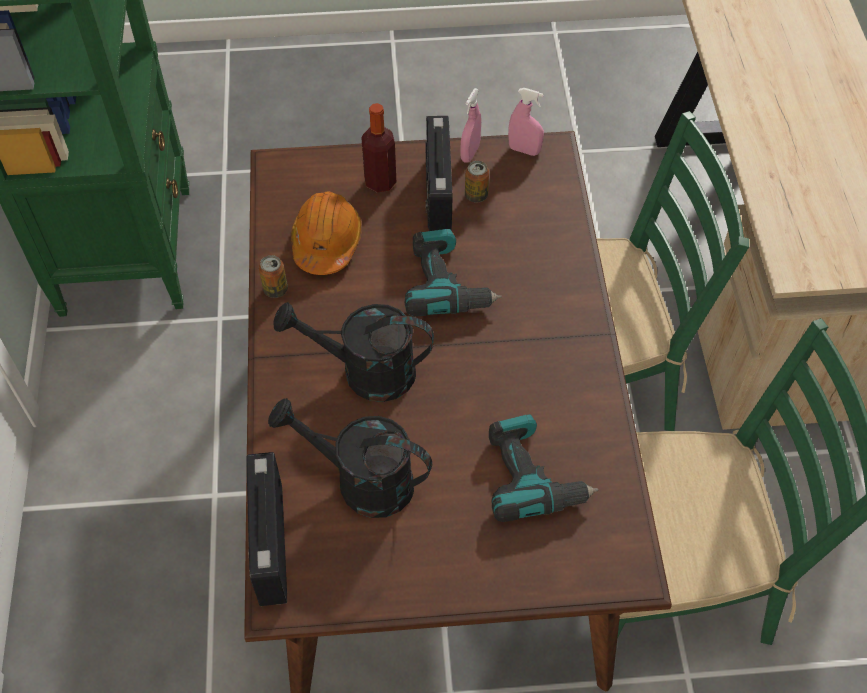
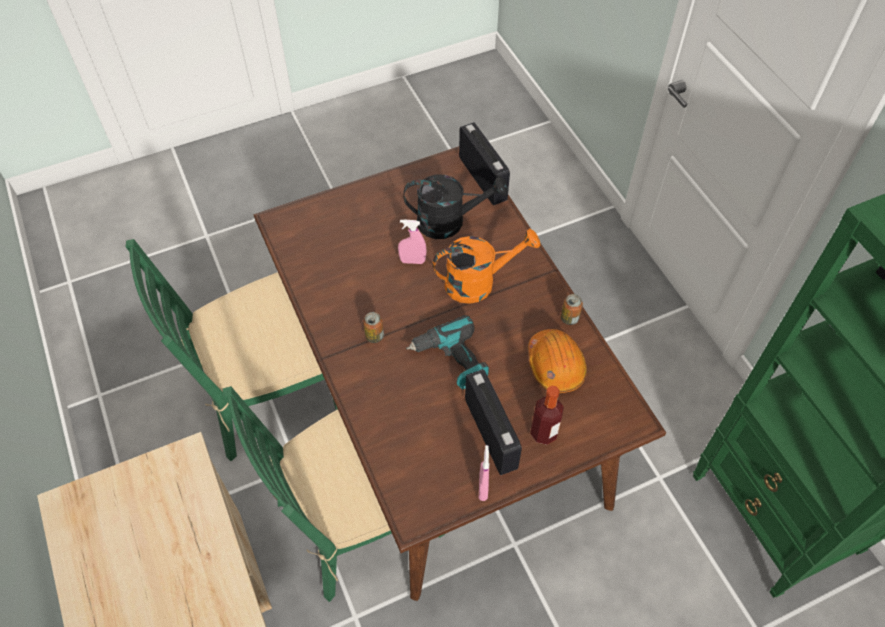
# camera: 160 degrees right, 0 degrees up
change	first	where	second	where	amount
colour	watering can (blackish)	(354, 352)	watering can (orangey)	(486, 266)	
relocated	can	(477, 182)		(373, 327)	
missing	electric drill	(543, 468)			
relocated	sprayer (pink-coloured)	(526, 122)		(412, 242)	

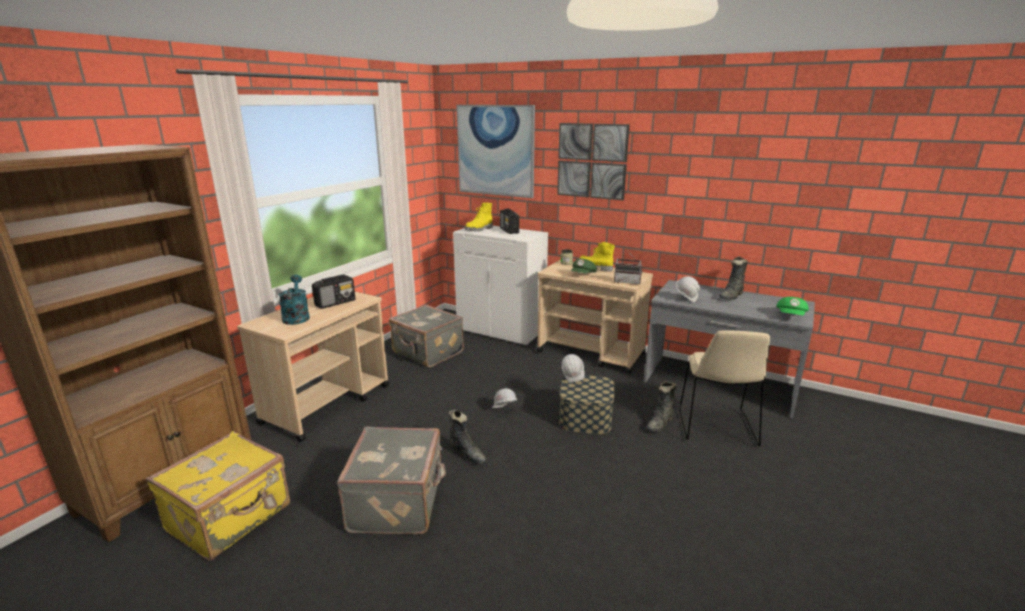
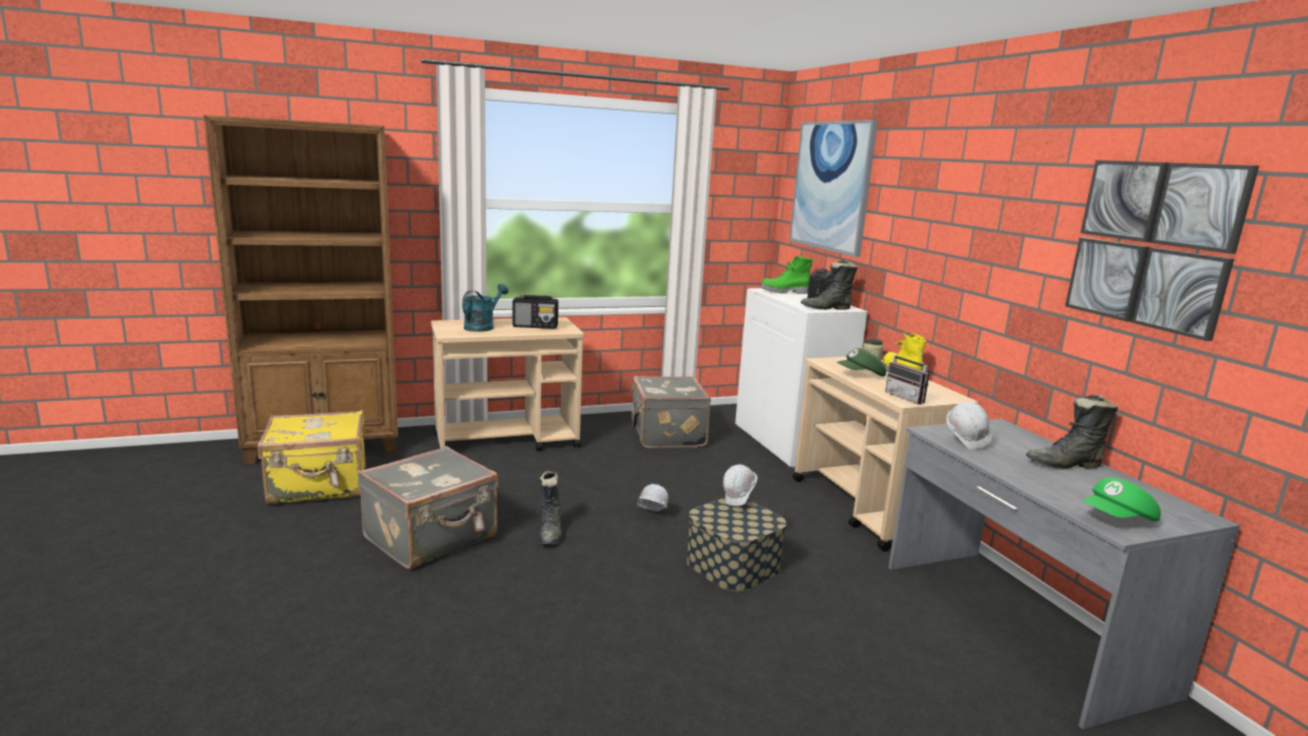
# camera: 40 degrees right, 5 degrees down
change	first	where	second	where	amount
colour	high-top boot (yellow)	(479, 216)	high-top boot (green-coloured)	(786, 275)	
relocated	picture	(593, 161)		(1162, 250)	
relocated	high-top boot (blackish)	(661, 406)		(829, 285)	
missing	upright chair (beige-coloured)	(724, 389)			

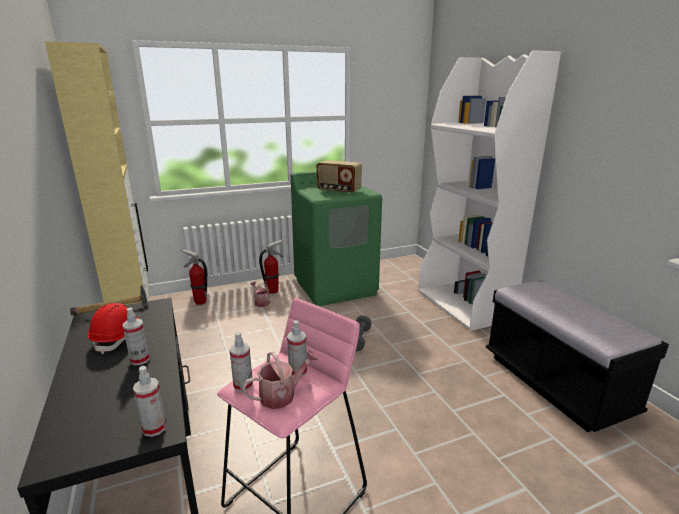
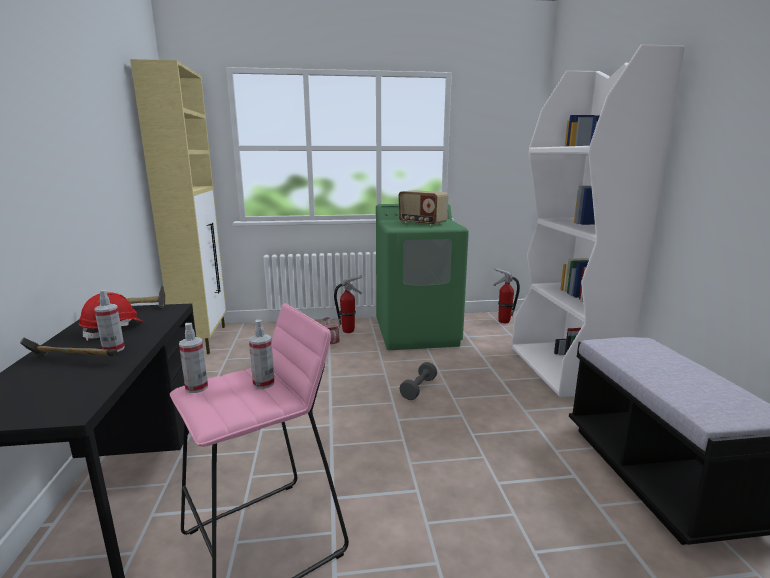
# camera: 15 degrees right, 5 degrees down
change	first	where	second	where	amount
missing	sprayer	(150, 401)			
relocated	extinguisher	(194, 277)		(507, 295)	
missing	watering can	(280, 379)			
appeared			tool hammer	(69, 347)	

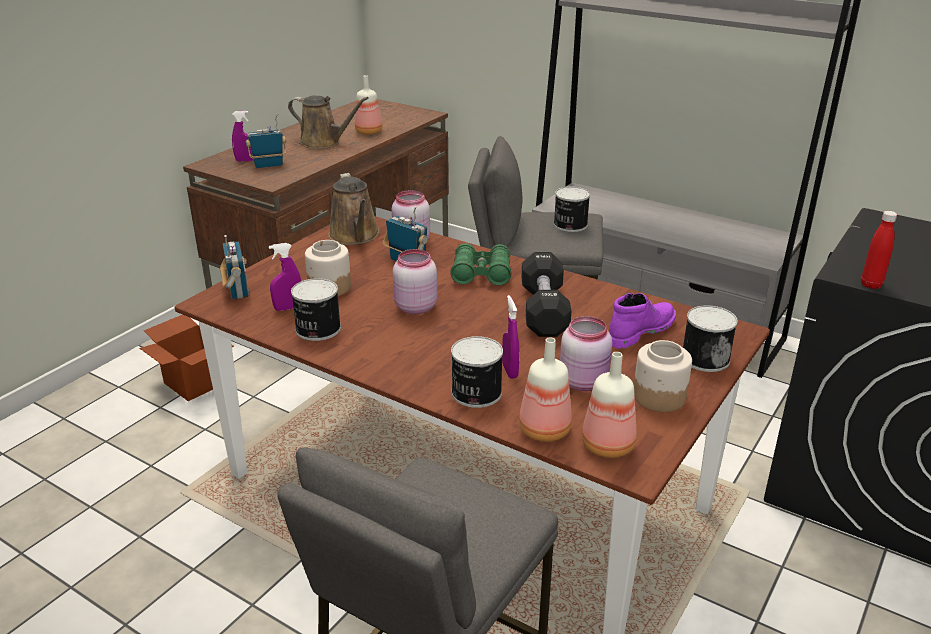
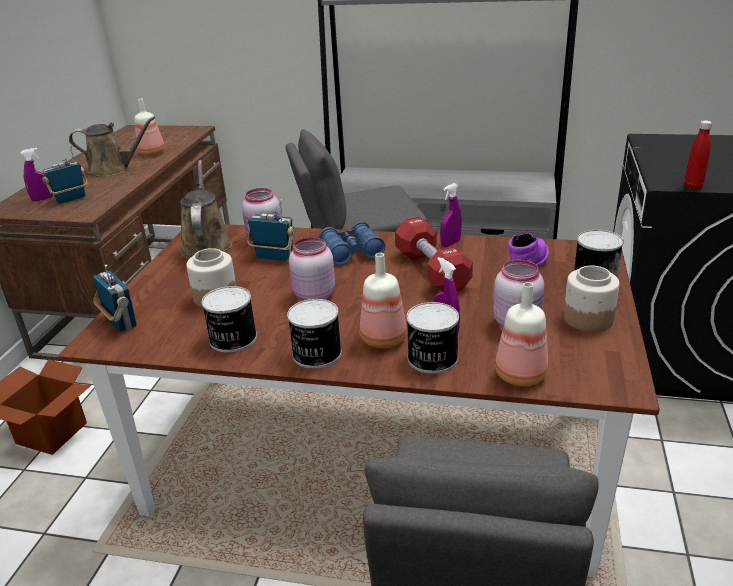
# camera: 20 degrees left, 0 degrees up
change	first	where	second	where	amount
relocated	sprayer (purple)	(285, 277)		(451, 215)	
spun	watering can (brown)	(354, 209)		(206, 209)	150 degrees counterclockwise
colour	binoculars (green-coloured)	(481, 264)	binoculars (bluish)	(352, 243)	
colour	dumbbell (blackish)	(547, 294)	dumbbell (reddish)	(434, 254)	
relocated	can	(572, 209)		(314, 334)	
relocated	bottle	(609, 405)		(383, 300)	

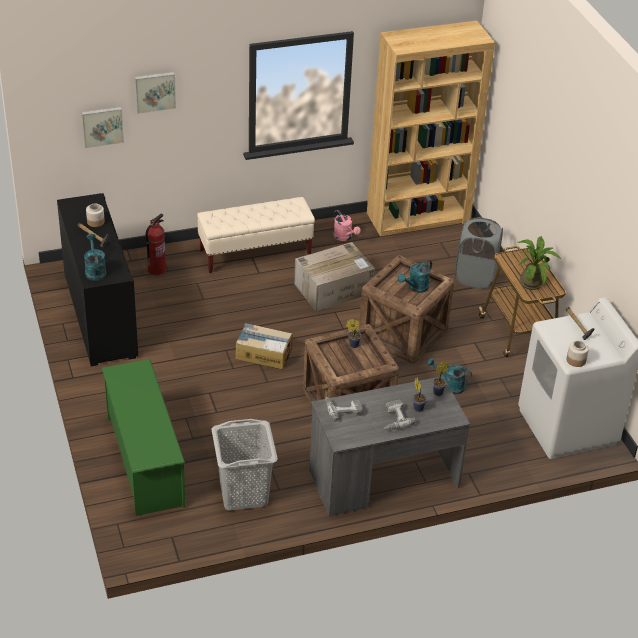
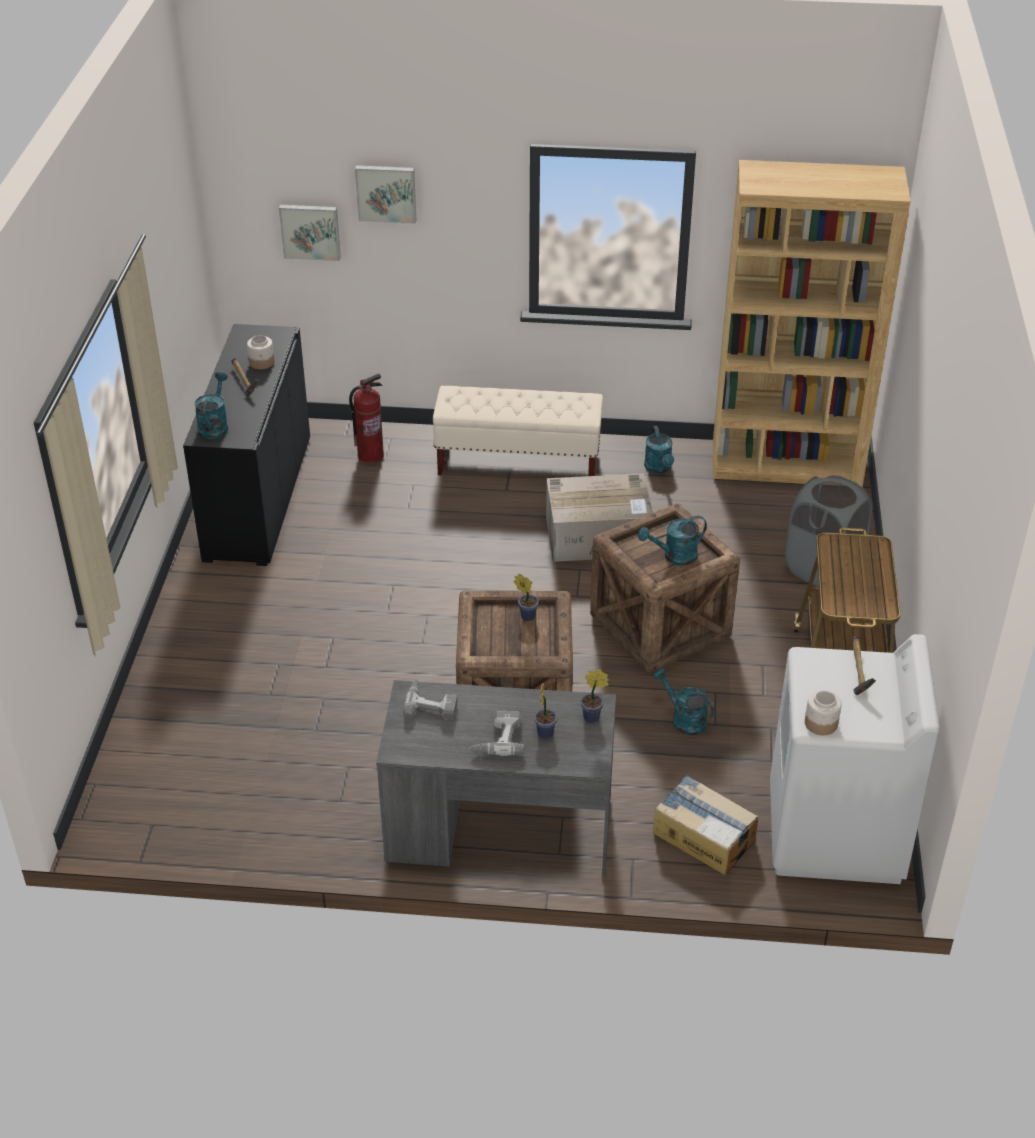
# camera: 25 degrees right, 0 degrees up
change	first	where	second	where	amount
missing	shoe shelf (green-coloured)	(143, 437)			
missing	laundry basket (gray)	(244, 465)			
relocated	cardboard box	(263, 346)		(705, 825)	
colour	watering can (pink-coloured)	(347, 225)	watering can (blue-green)	(659, 450)	
missing	plant in a pot	(539, 263)			

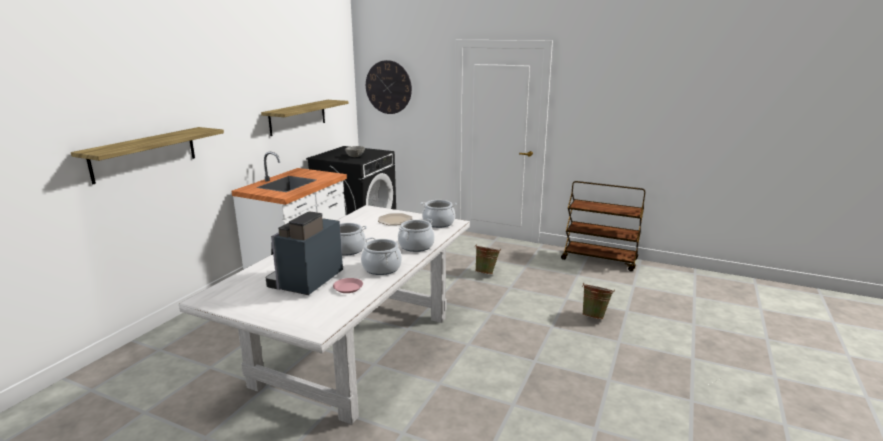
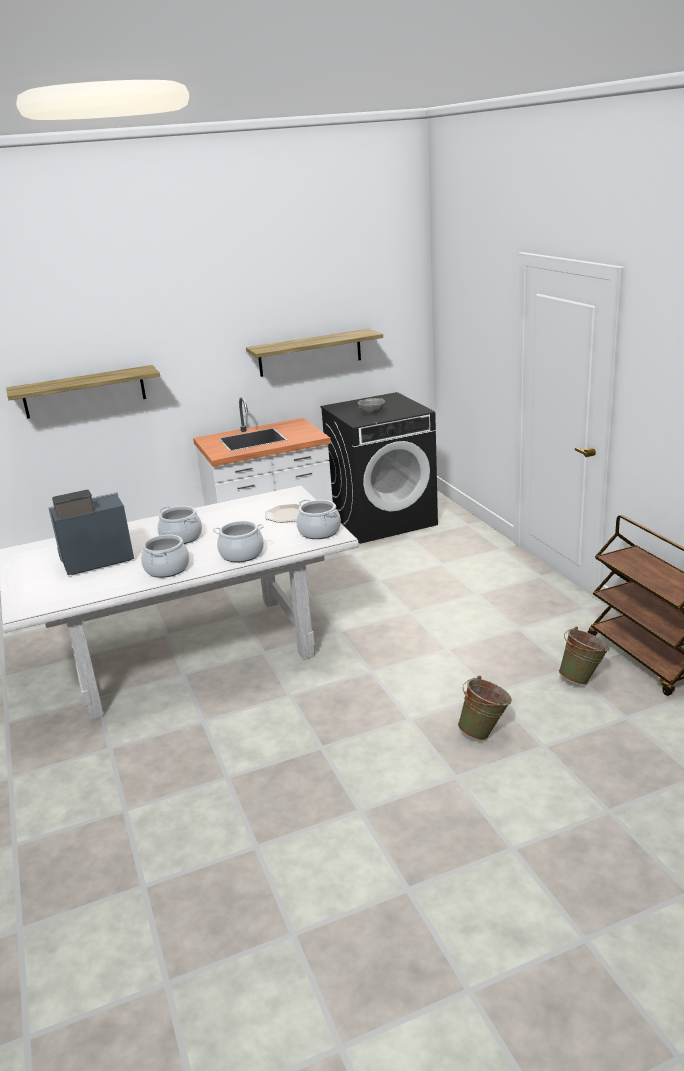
# camera: 45 degrees right, 5 degrees up
change	first	where	second	where	amount
missing	plate (pink-coloured)	(348, 285)			
missing	clock on the wall	(389, 87)			
relocated	pail (green-coloured)	(487, 259)		(584, 656)	

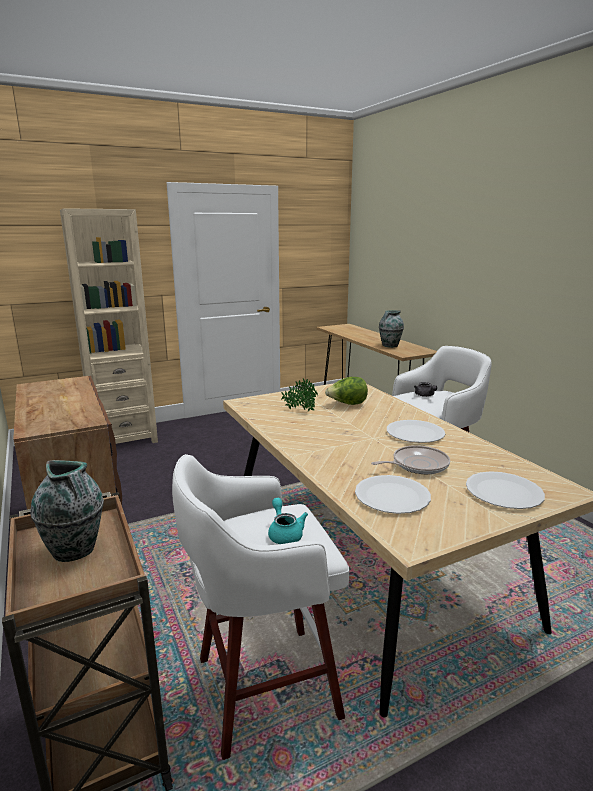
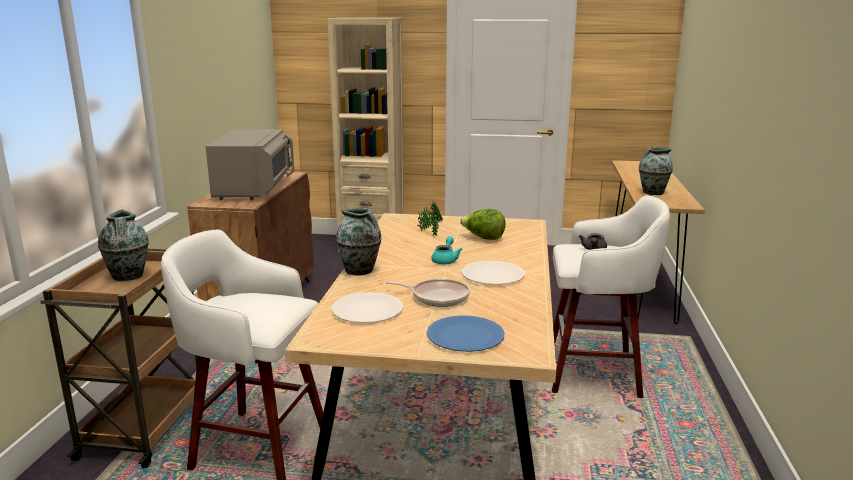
# camera: 35 degrees right, 0 degrees up
change	first	where	second	where	amount
relocated	teapot (blue-green)	(288, 521)		(447, 250)	
colour	plate (whitish)	(505, 490)	plate (bluish)	(465, 333)	
appeared			kitchen microwave (gray)	(250, 164)	
appeared			vase	(358, 241)	

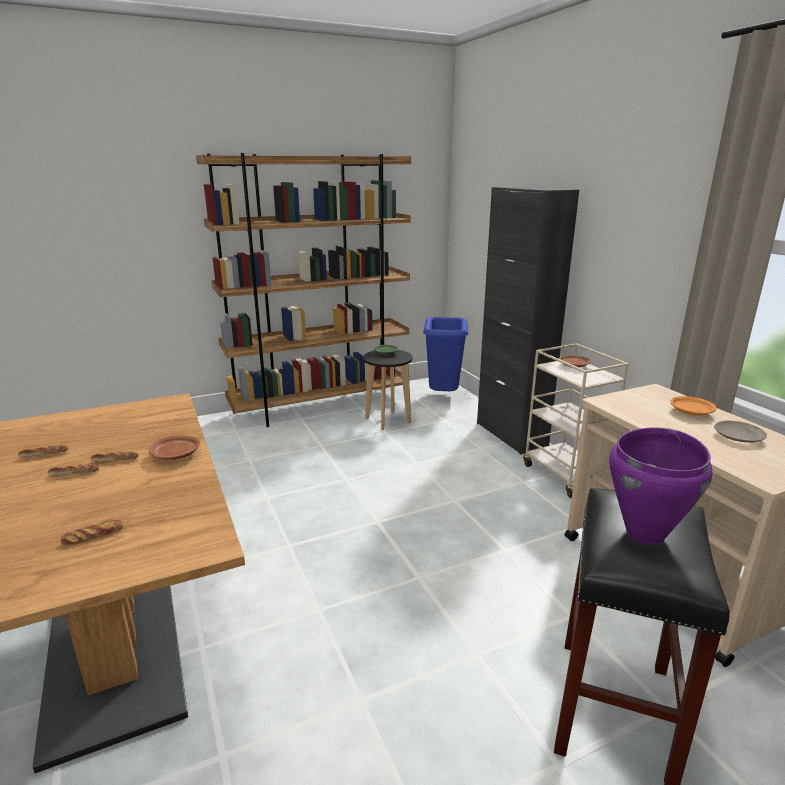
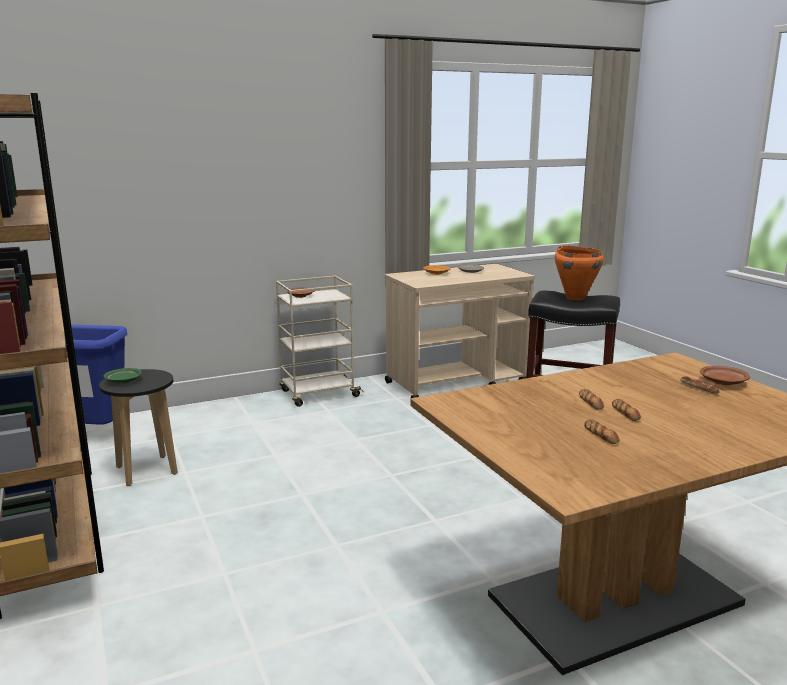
# camera: 90 degrees left, 5 degrees down
change	first	where	second	where	amount
relocated	plate (brown)	(174, 448)		(725, 375)	
missing	cabinet (blackish)	(528, 321)			
colour	stockpot (purple)	(661, 485)	stockpot (orangey)	(579, 273)	

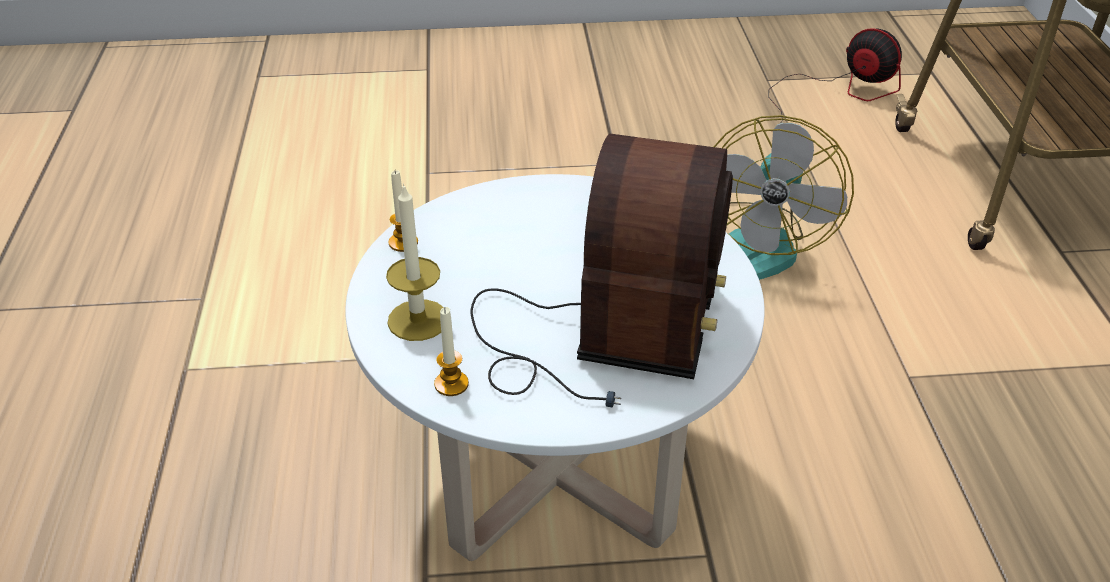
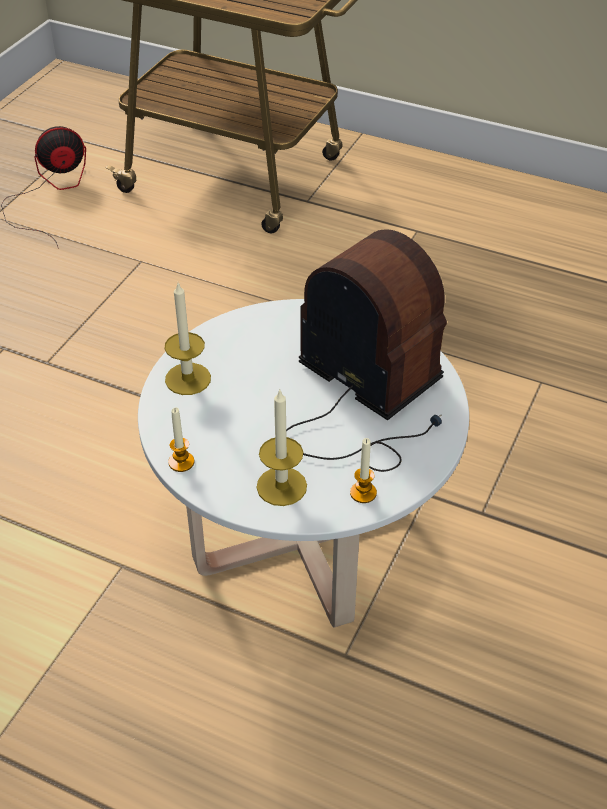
# camera: 60 degrees left, 5 degrees up
change	first	where	second	where	amount
missing	fan	(783, 197)			
appeared			wax light	(188, 339)	

